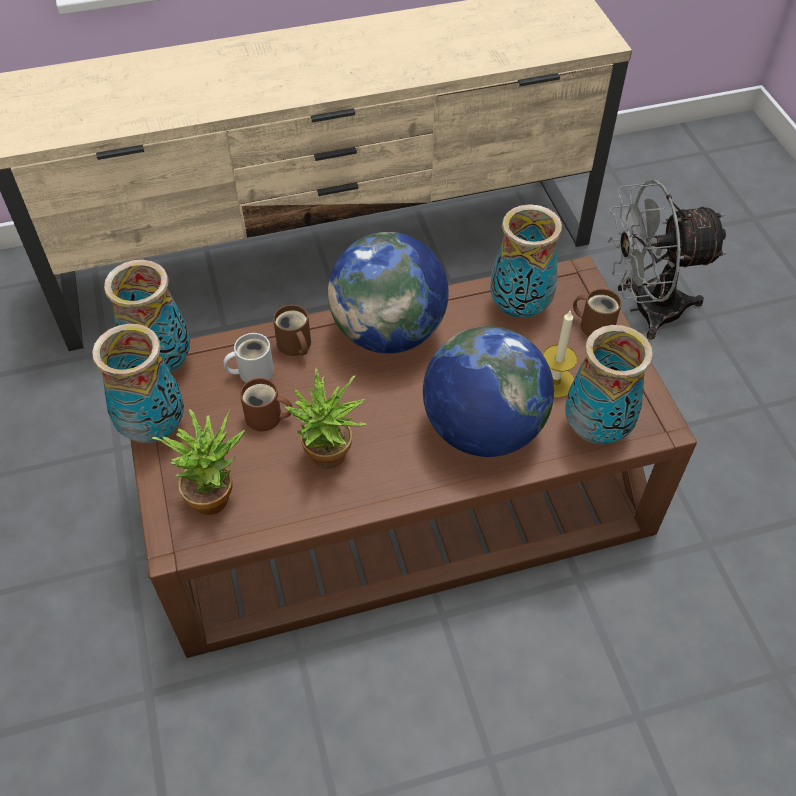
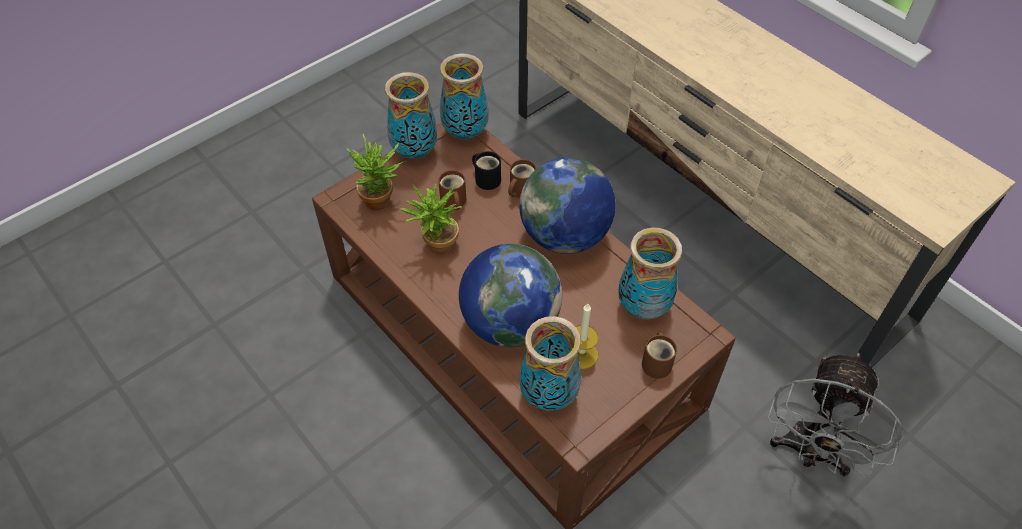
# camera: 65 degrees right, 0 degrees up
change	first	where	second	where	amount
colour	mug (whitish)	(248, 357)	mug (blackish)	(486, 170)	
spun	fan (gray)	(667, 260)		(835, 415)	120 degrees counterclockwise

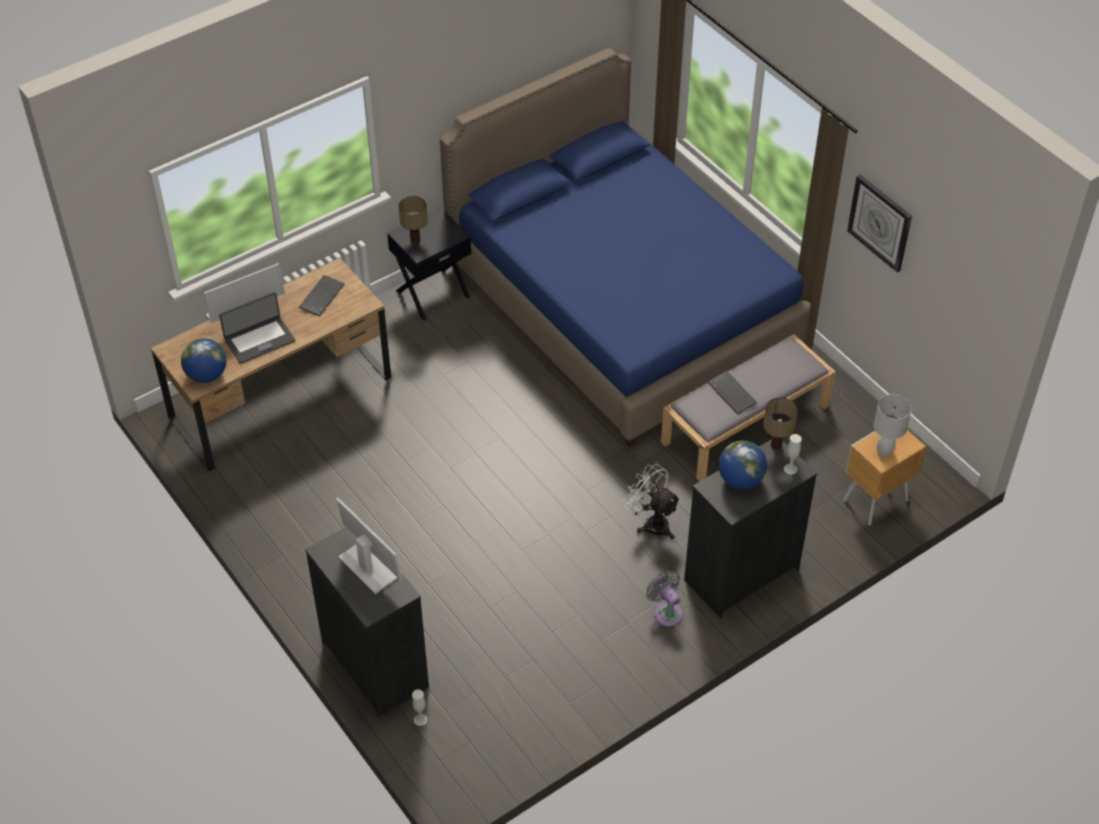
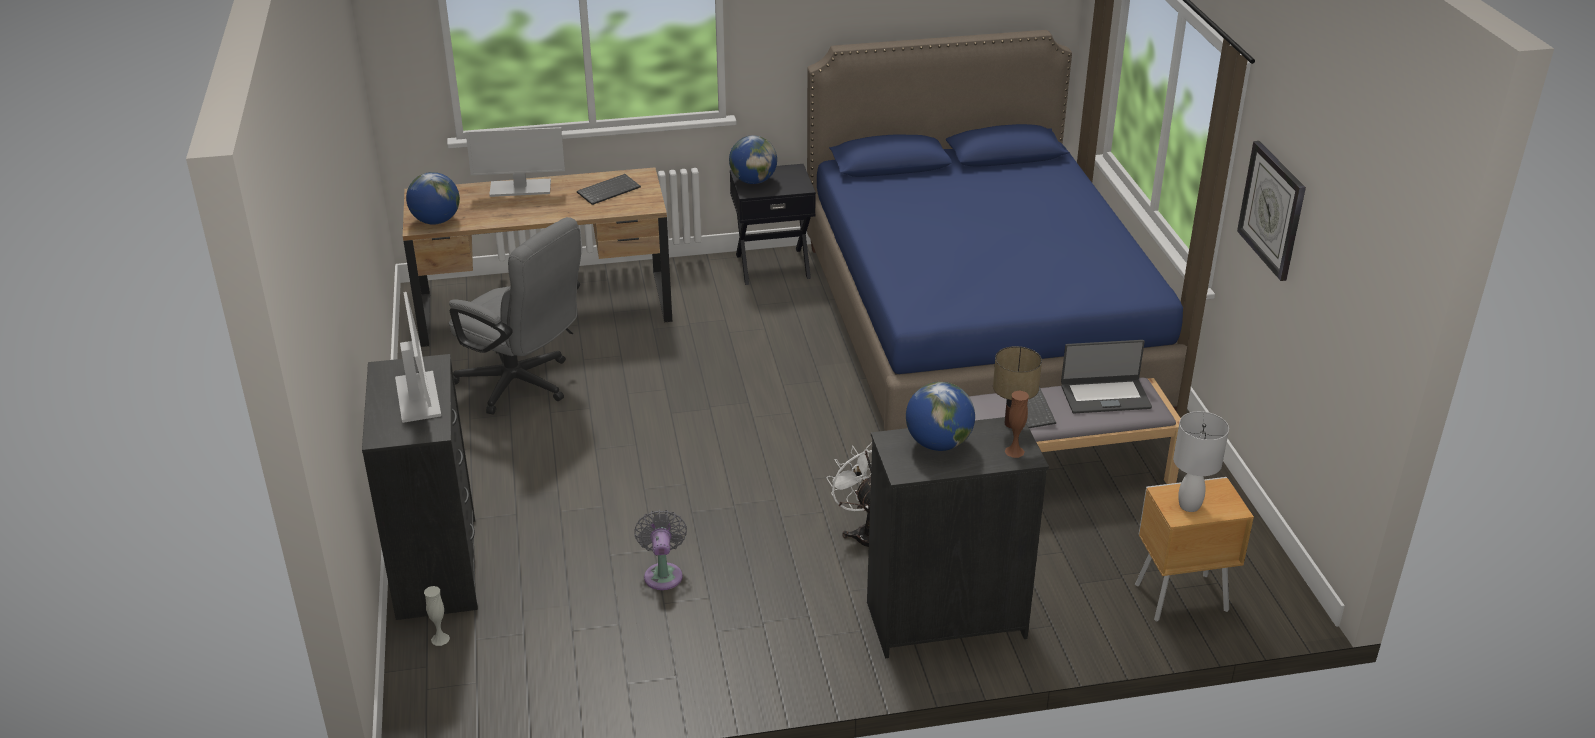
# camera: 25 degrees right, 15 degrees down
change	first	where	second	where	amount
relocated	notebook computer	(257, 328)		(1106, 376)	
exchanged	table lamp	(413, 220)	desk globe	(753, 159)	
relocated	fan (gray)	(664, 599)		(661, 549)	
colour	vase (whitish)	(793, 454)	vase (brown)	(1017, 424)	
appeared			desk chair (gray)	(515, 316)	

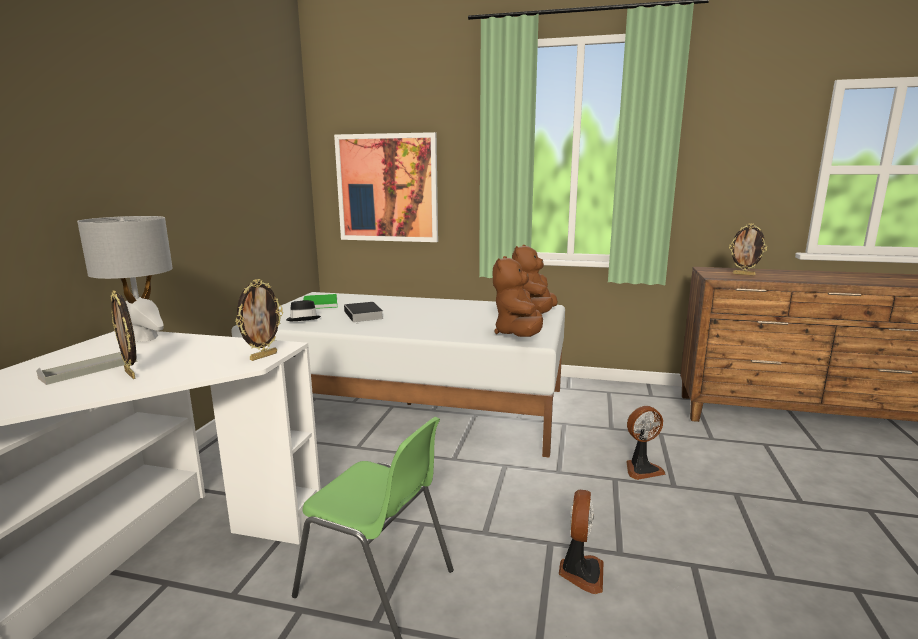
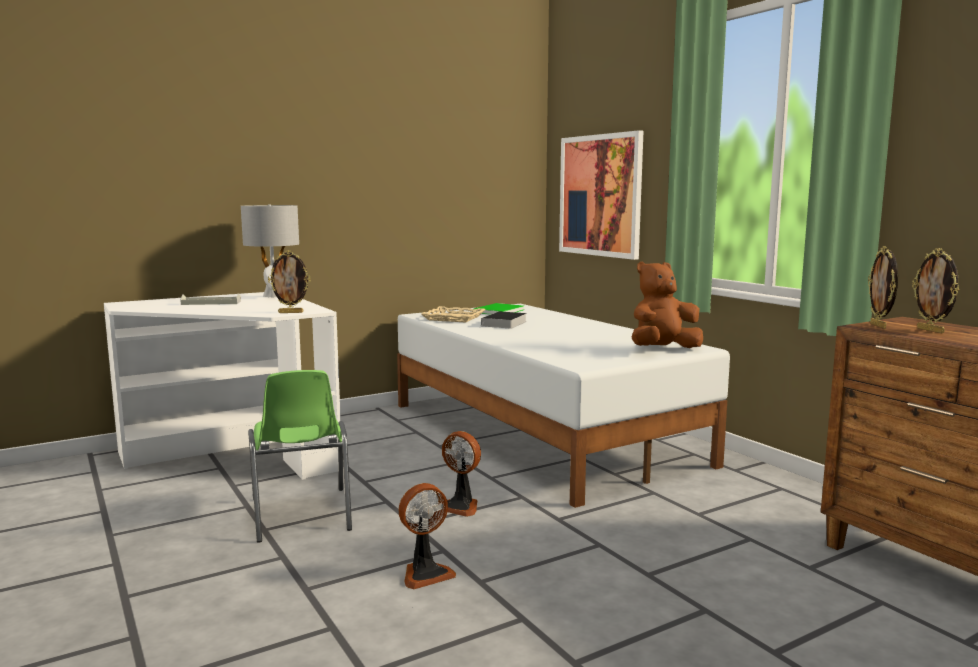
# camera: 45 degrees right, 5 degrees down
change	first	where	second	where	amount
relocated	picture frame	(123, 335)		(883, 287)	
exchanged	clothing hat (blackish)	(303, 310)	tray (beige-coloured)	(453, 314)	
missing	soft toy (brown)	(518, 296)			
relocated	fan	(645, 443)		(461, 474)	

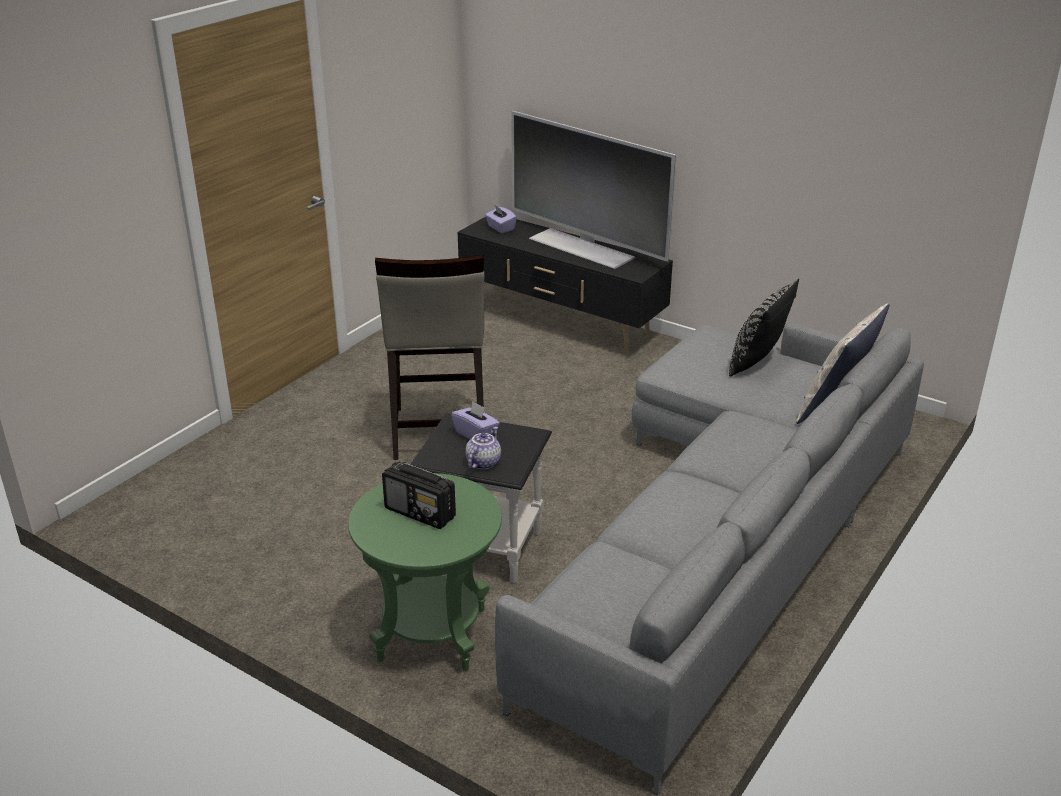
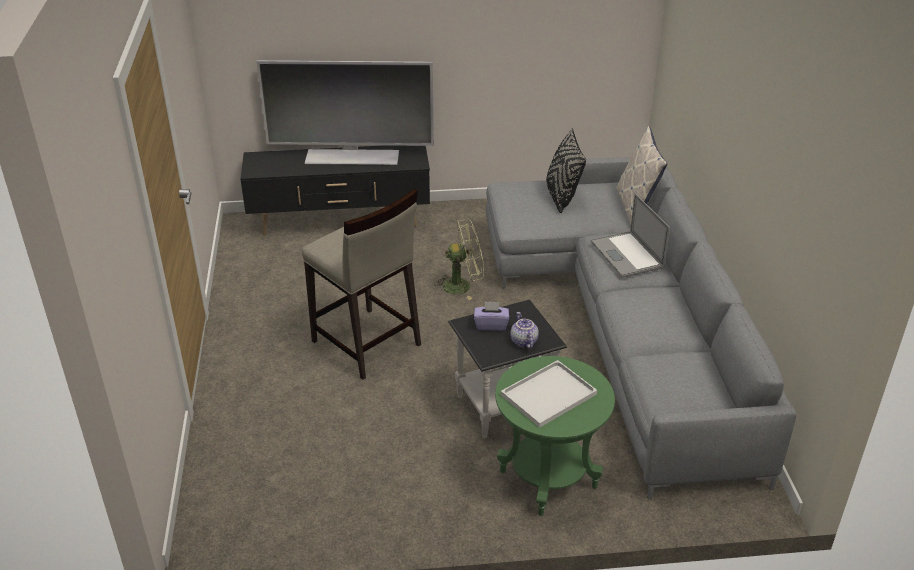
# camera: 40 degrees left, 5 degrees up
change	first	where	second	where	amount
exchanged	radio	(419, 495)	tray (whitish)	(549, 394)	
missing	box of tissues (purple)	(501, 218)			
appeared			fan (green-coloured)	(459, 259)	
appeared			notebook computer	(630, 235)	

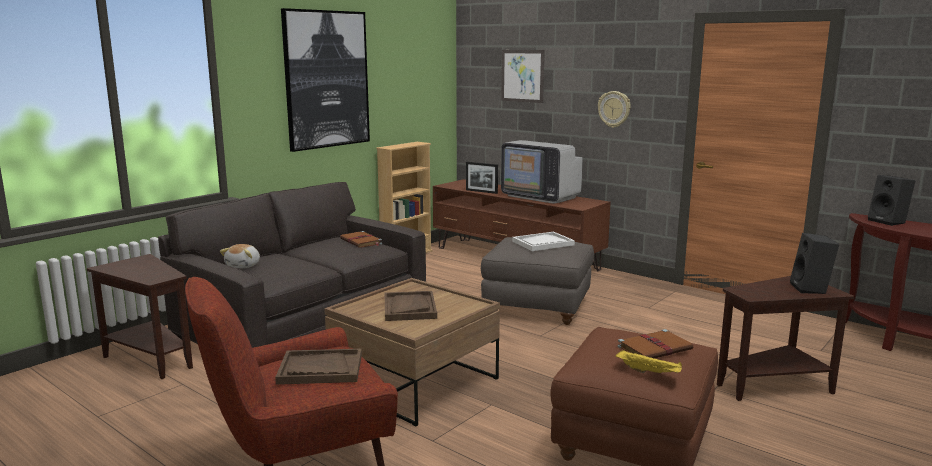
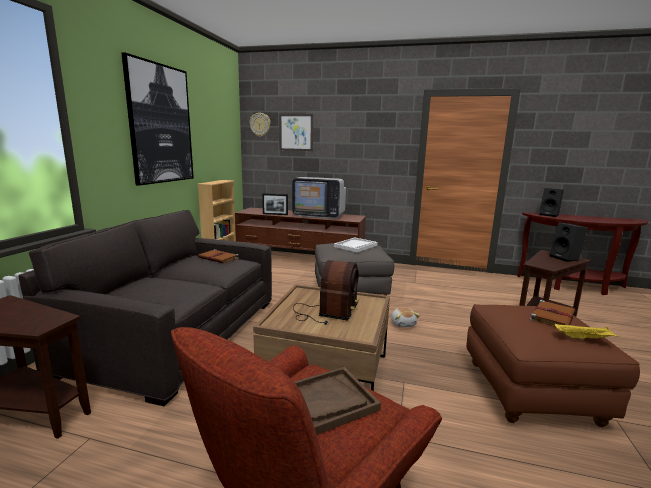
# camera: 25 degrees left, 0 degrees up
change	first	where	second	where	amount
relocated	soft toy	(240, 256)		(405, 318)	
exchanged	tray (brown)	(410, 306)	radio	(326, 292)	
relocated	clock on the wall	(614, 109)		(260, 125)	

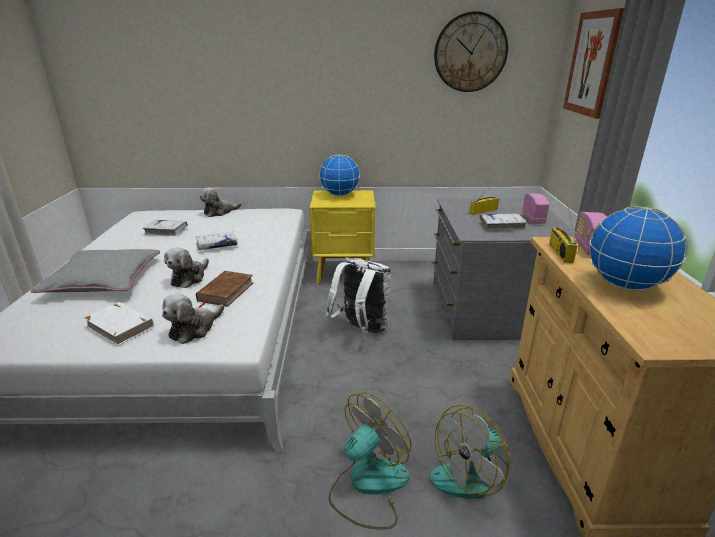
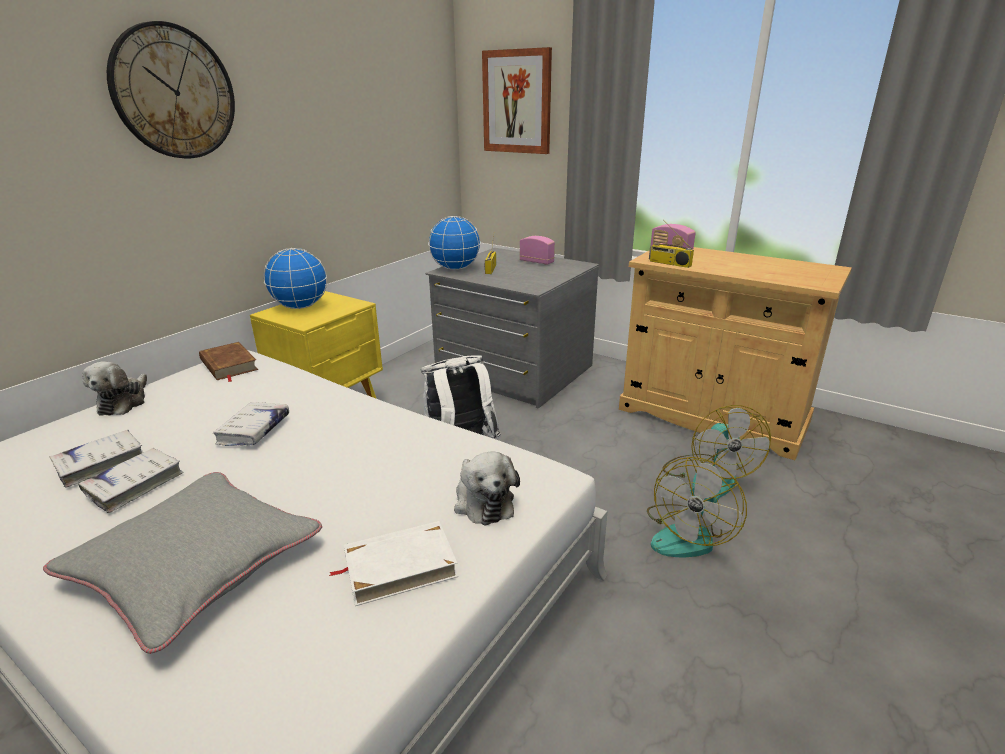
# camera: 55 degrees left, 0 degrees up
change	first	where	second	where	amount
missing	soft toy	(186, 267)			
relocated	bound book (brown)	(224, 289)		(228, 362)	
spun	fan	(370, 461)		(697, 507)	135 degrees counterclockwise
relocated	clock on the wall	(471, 51)		(171, 90)	
relocated	bound book (whitish)	(504, 222)		(131, 480)	
relocated	desk globe	(638, 248)		(454, 243)	

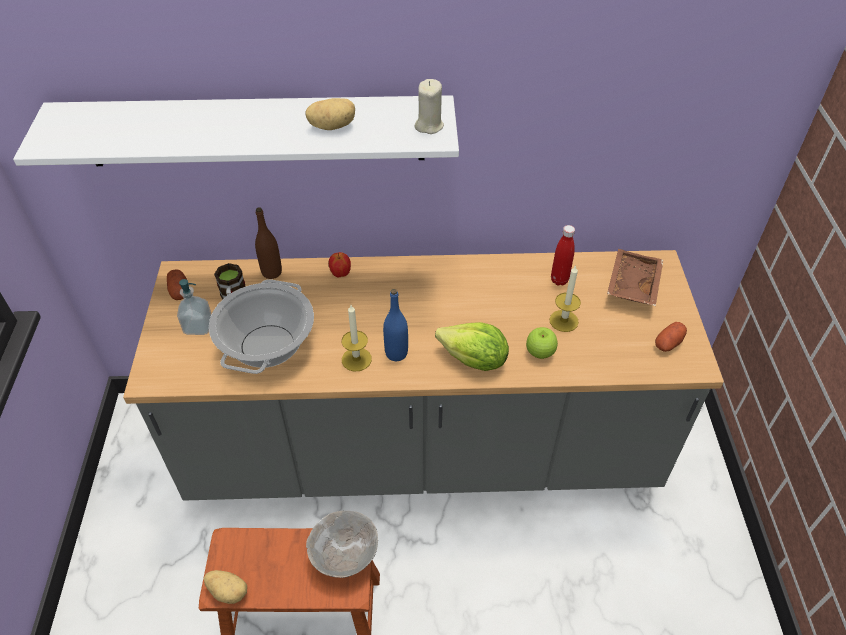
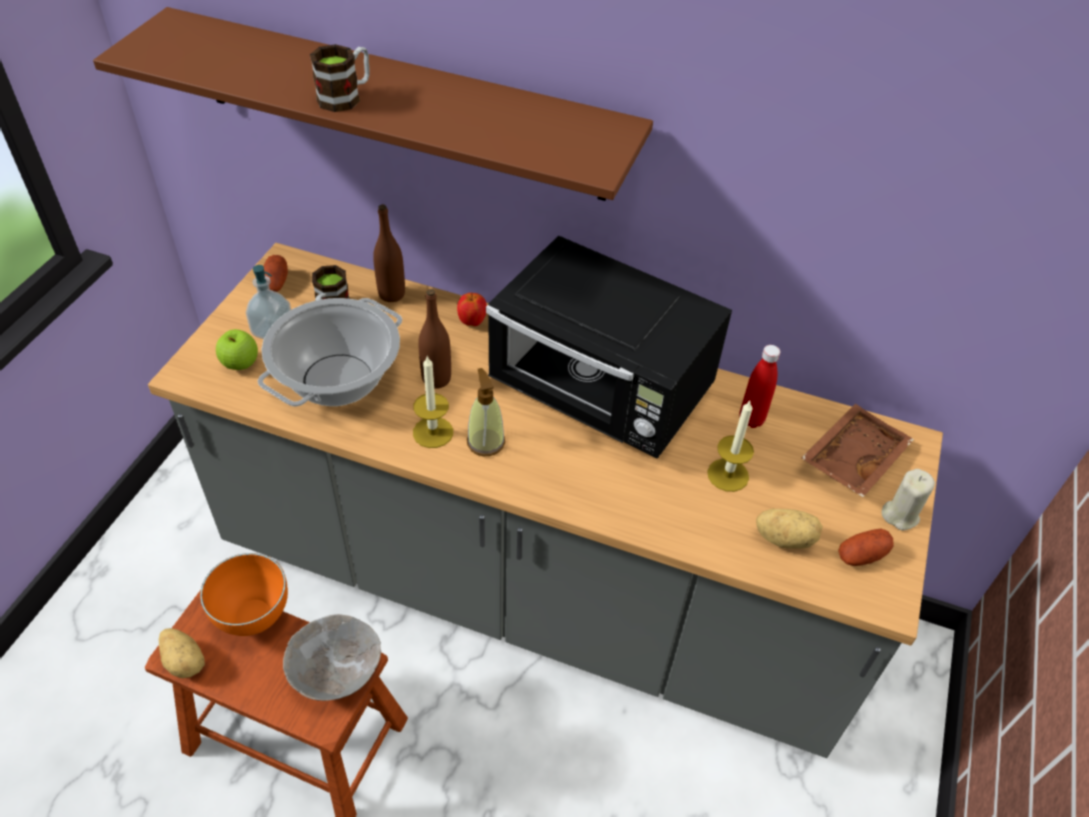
# camera: 20 degrees right, 0 degrees up
change	first	where	second	where	amount
colour	bracket shelf (whitish)	(236, 130)	bracket shelf (brown)	(373, 104)	
relocated	spud	(330, 114)		(789, 529)	
exchanged	bottle (bluish)	(395, 325)	soap dispenser	(486, 412)	
relocated	wax light (beige-coloured)	(429, 106)		(908, 499)	
missing	head of lettuce	(472, 346)			
relocated	apple fruit	(542, 343)		(237, 349)	
appeared			bowl (orangey)	(244, 594)	
appeared			mug	(340, 78)	
appeared			bottle (brown)	(434, 339)	
appeared			kitchen microwave (blackish)	(609, 347)	

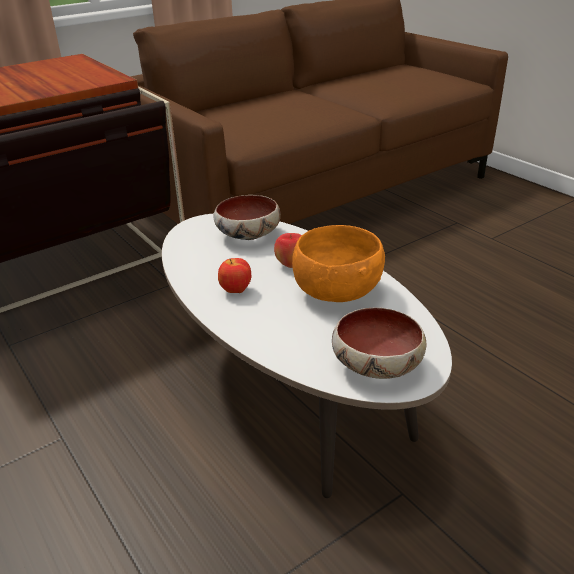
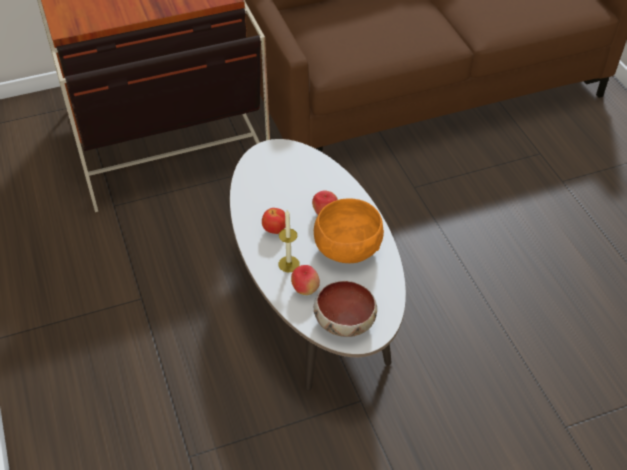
# camera: 15 degrees right, 15 degrees up
change	first	where	second	where	amount
missing	bowl	(247, 217)			
appeared			wax light	(289, 241)	
appeared			apple fruit	(305, 280)	

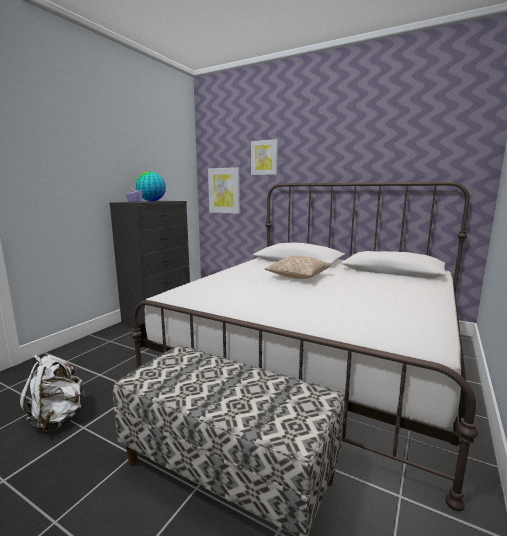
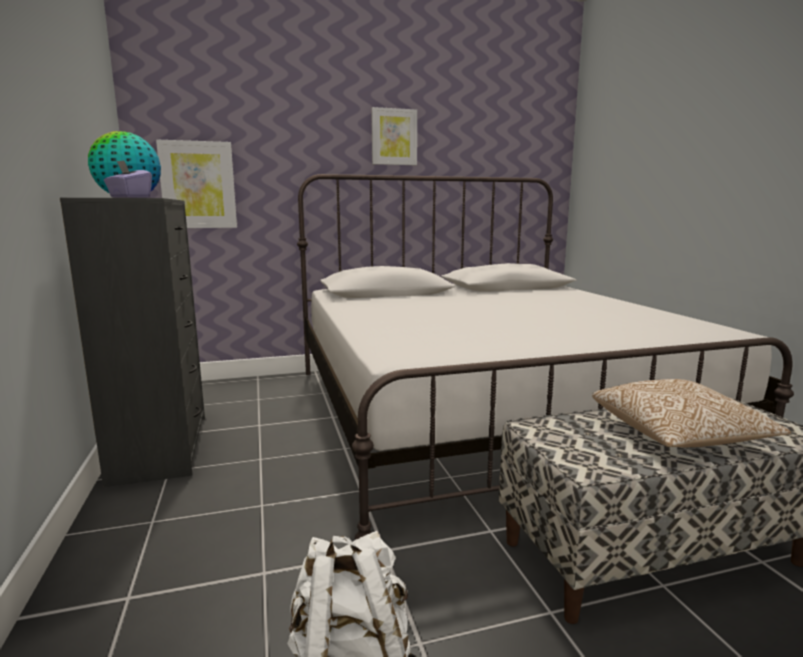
# camera: 45 degrees left, 0 degrees up
change	first	where	second	where	amount
relocated	picture	(264, 157)		(394, 136)	
relocated	cushion	(297, 267)		(691, 413)	

